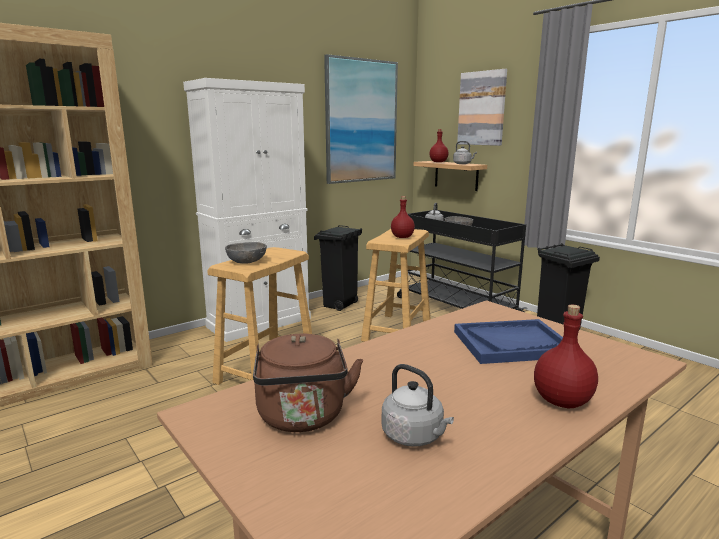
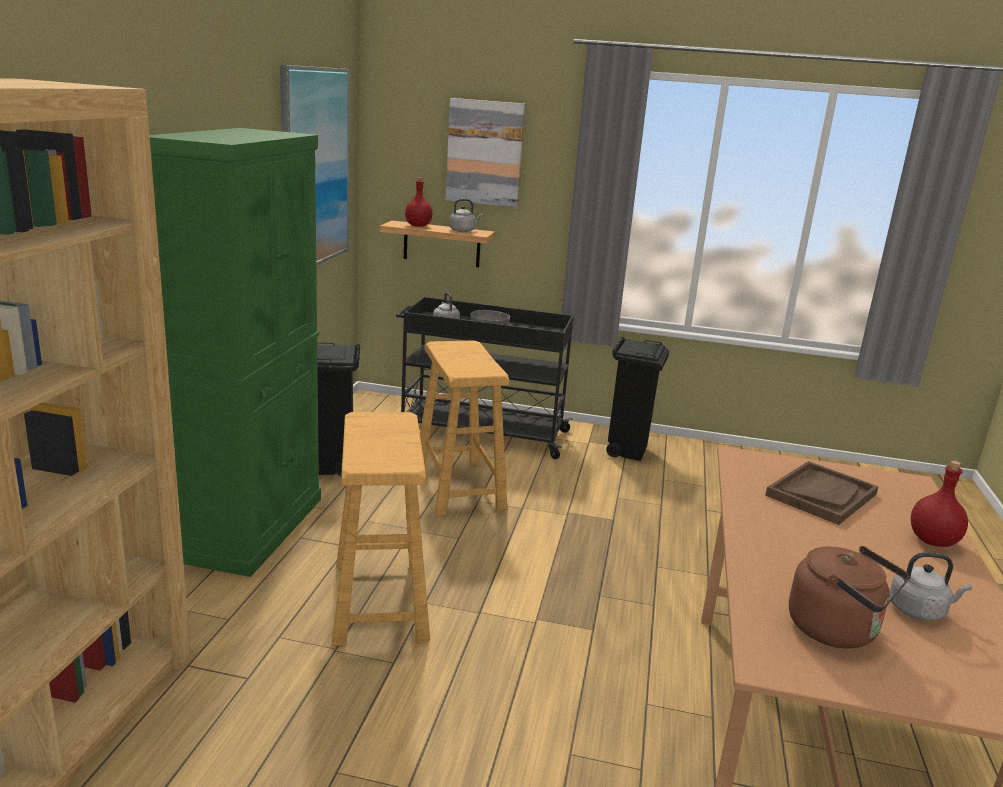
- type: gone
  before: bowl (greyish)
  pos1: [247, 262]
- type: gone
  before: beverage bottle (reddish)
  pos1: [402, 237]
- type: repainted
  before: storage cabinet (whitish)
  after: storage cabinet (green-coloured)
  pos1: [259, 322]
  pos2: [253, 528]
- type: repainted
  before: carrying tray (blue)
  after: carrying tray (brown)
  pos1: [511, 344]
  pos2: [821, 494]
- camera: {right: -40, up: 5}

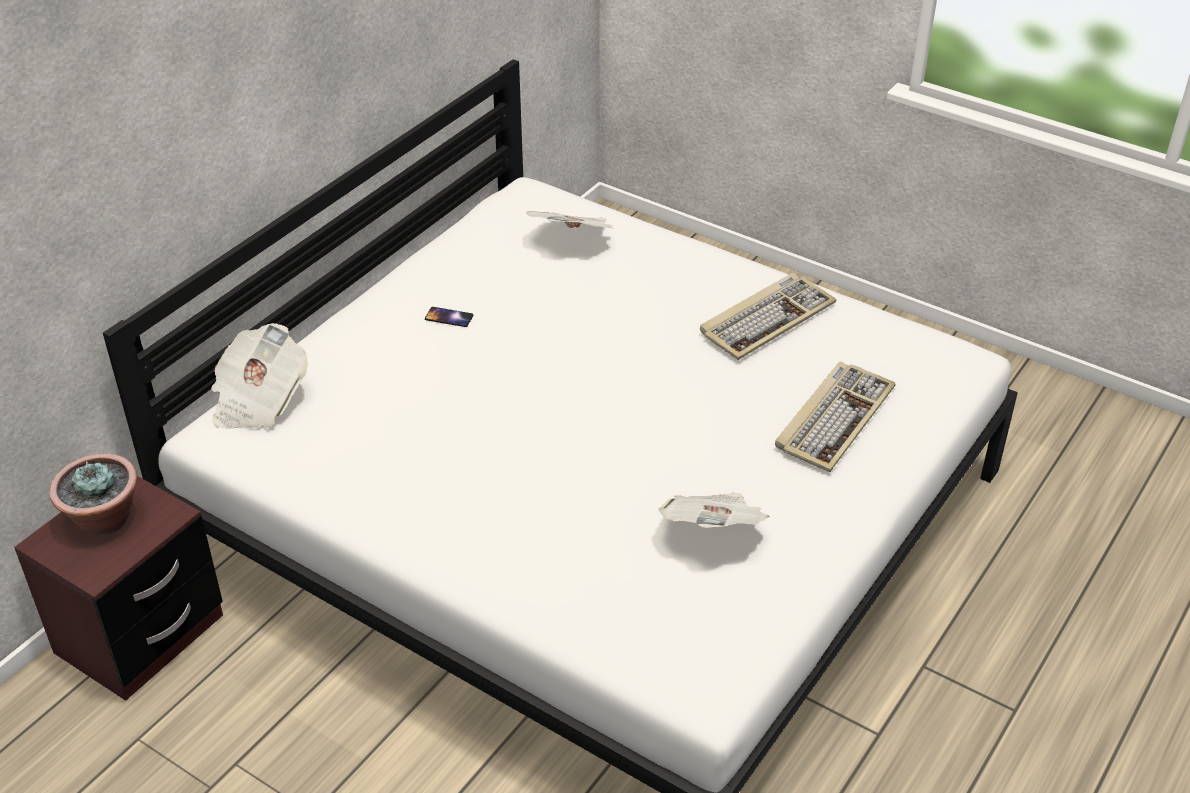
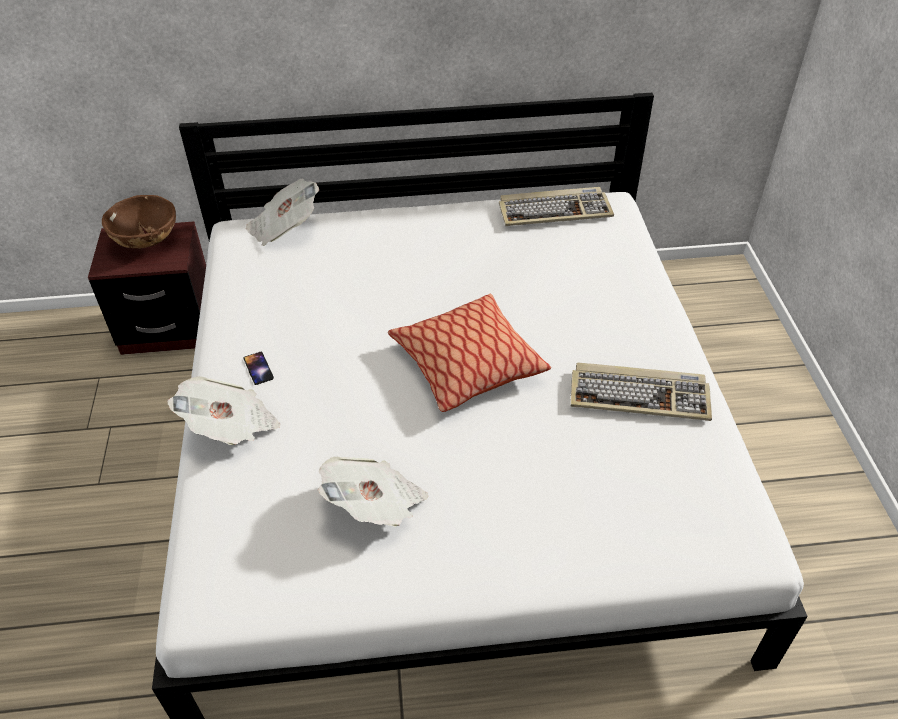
- type: new
  after: throw pillow
  pos2: [467, 363]
- type: shifted
  before: handset
  pos1: [449, 317]
  pos2: [258, 368]
- type: shifted
  before: newspaper
  pos1: [574, 239]
  pos2: [231, 427]
- type: shifted
  before: computer keyboard
  pos1: [834, 418]
  pos2: [555, 210]
- type: swapped
  before: houseplant
  after: bowl (brown)
  pos1: [104, 520]
  pos2: [147, 242]
- camera: {right: 50, up: 5}

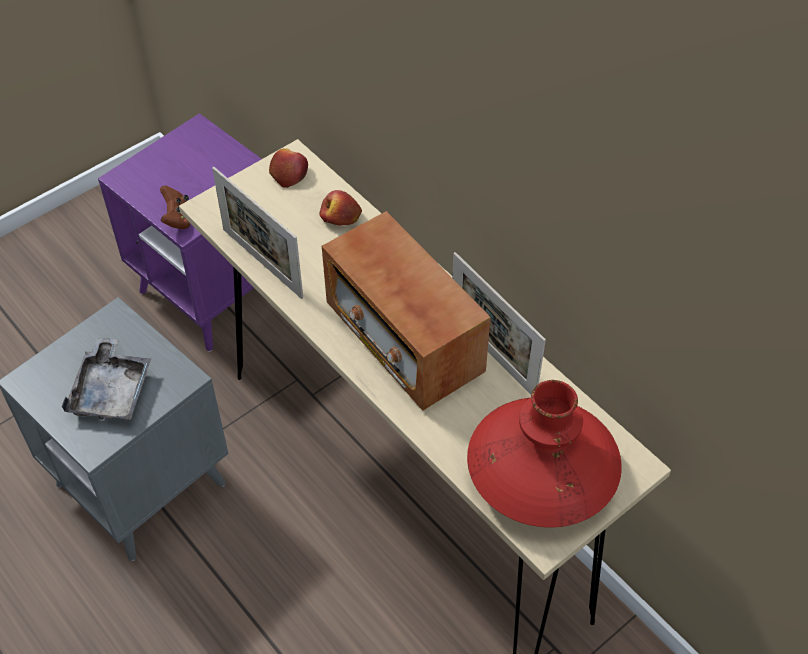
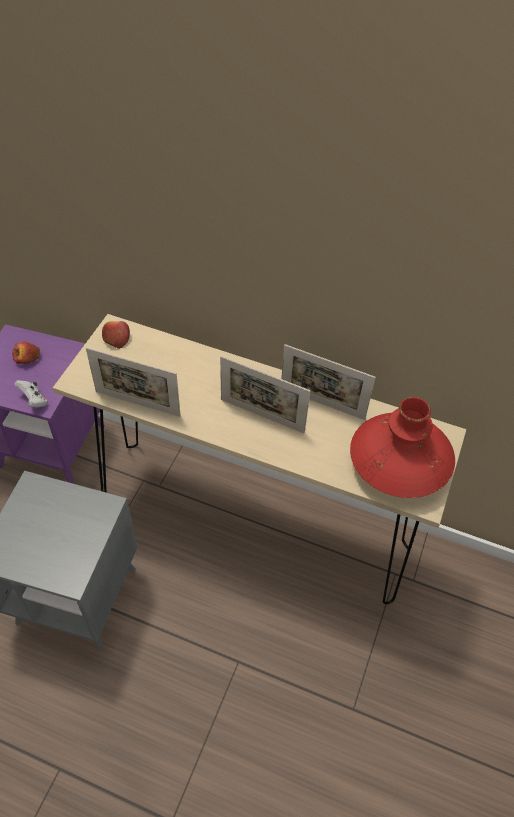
- type: gone
  before: carrying tray (greyish)
  pos1: [112, 391]
- type: shifted
  before: whole apple
  pos1: [340, 217]
  pos2: [27, 358]
- type: swapped
  before: radio receiver
  after: standing frame
  pos1: [403, 339]
  pos2: [262, 416]
- type: repainted
  before: joypad (brown)
  after: joypad (whitish)
  pos1: [177, 218]
  pos2: [34, 400]
- camera: {right: -30, up: 0}

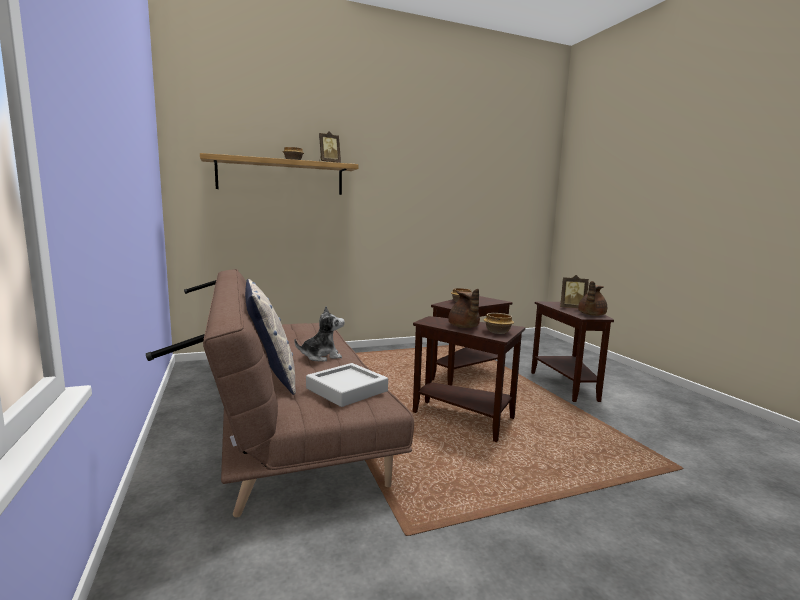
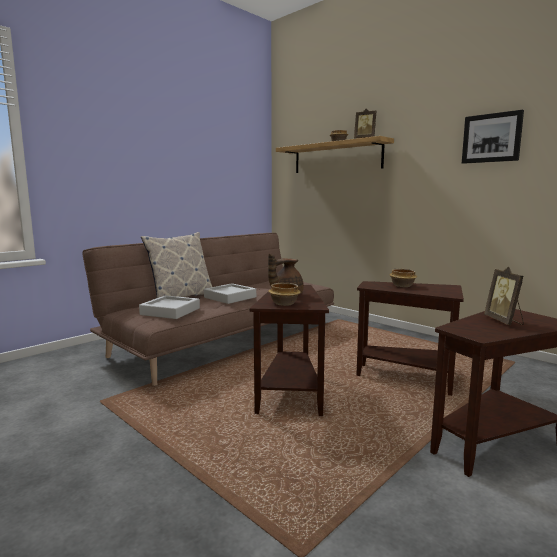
- type: gone
  before: teapot (brown)
  pos1: [591, 314]
- type: new
  after: wall art
  pos2: [491, 138]
- type: swapped
  before: plush toy
  after: carrying tray (greyish)
  pos1: [321, 356]
  pos2: [230, 297]
- camera: {right: 65, up: 0}

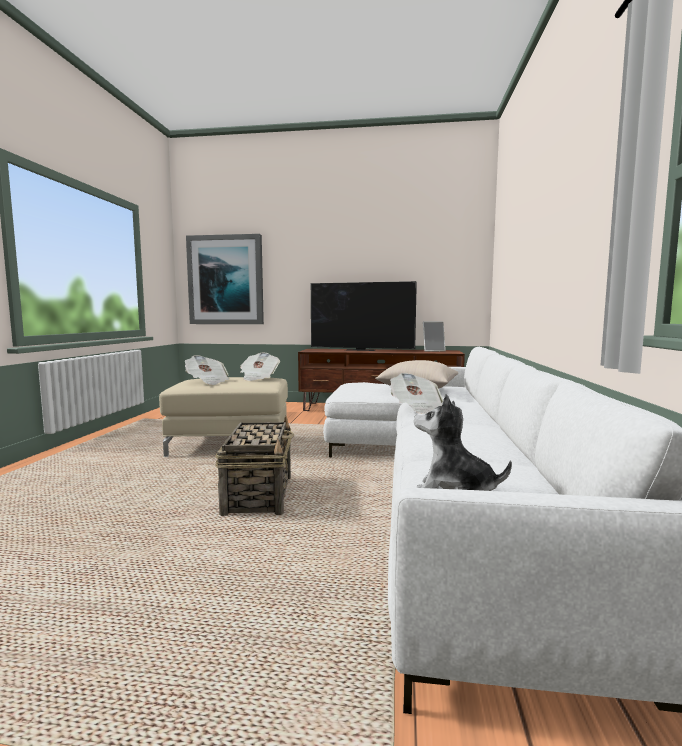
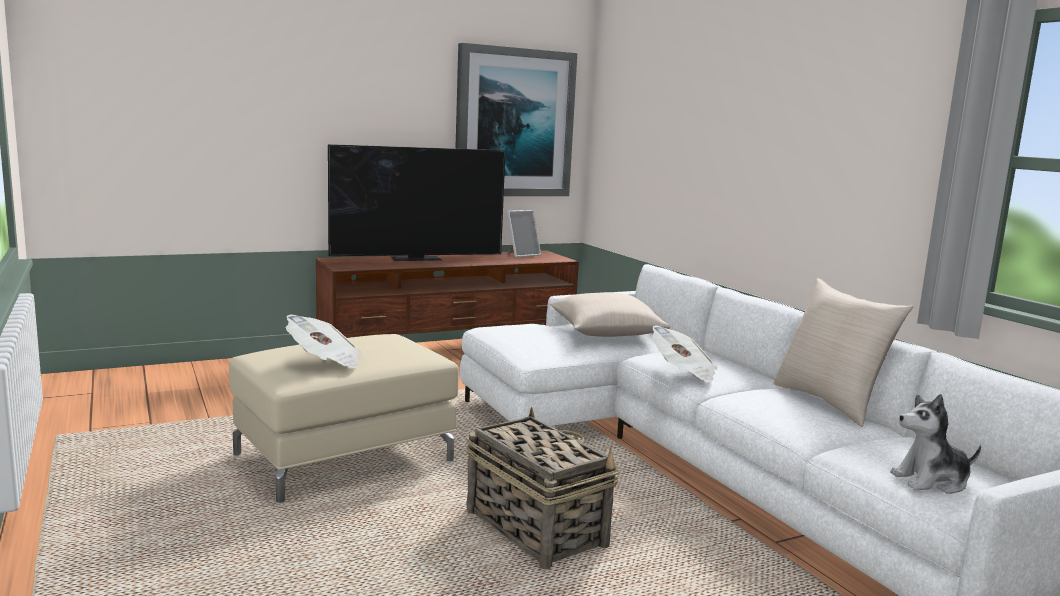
- type: gone
  before: newspaper
  pos1: [258, 377]
- type: new
  after: throw pillow (beige)
  pos2: [830, 402]
- type: shifted
  before: wall art
  pos1: [226, 280]
  pos2: [514, 123]
- camera: {right: -35, up: 5}

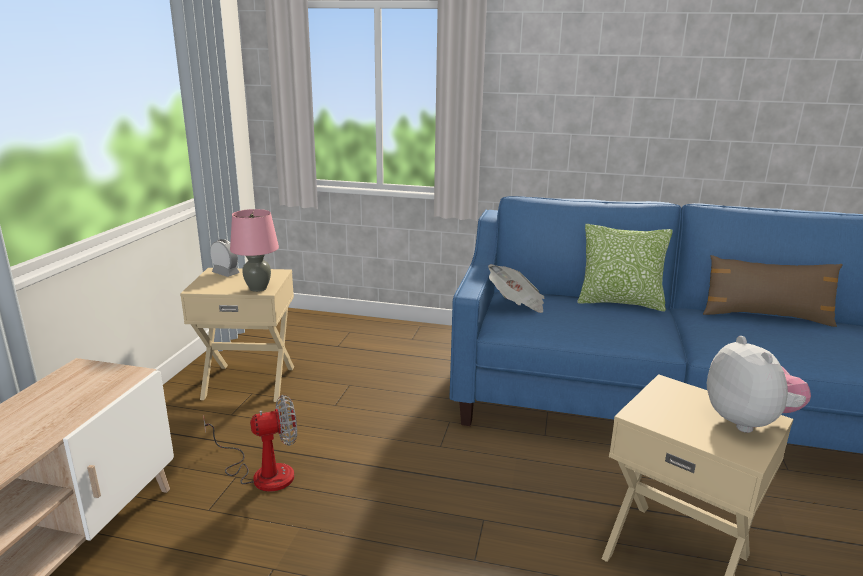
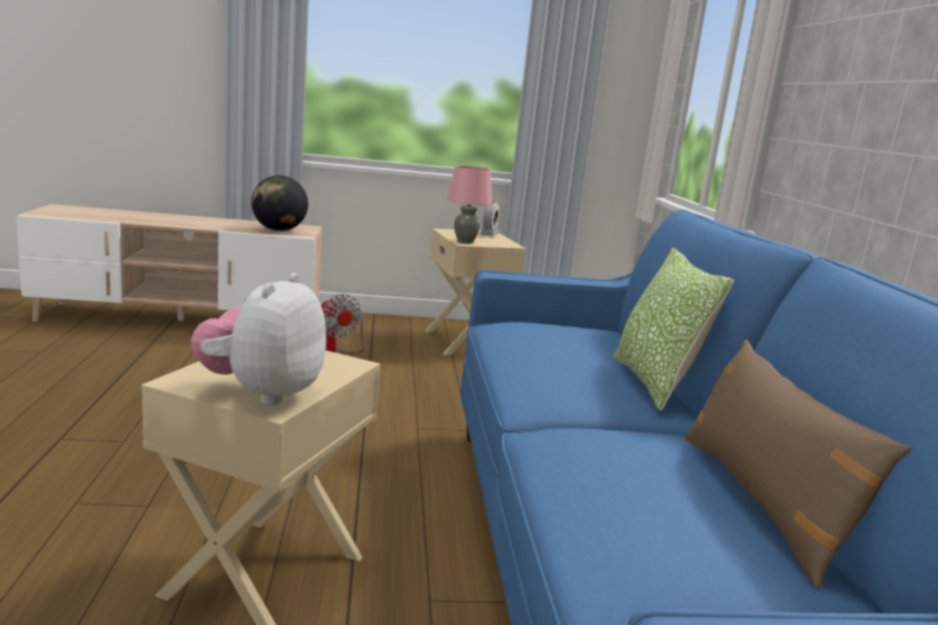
- type: gone
  before: newspaper
  pos1: [516, 303]
- type: new
  after: globe
  pos2: [279, 230]
- type: rotated
  before: plush toy
  pos1: [748, 422]
  pos2: [262, 393]
  turn: 135
- camera: {right: 70, up: -5}

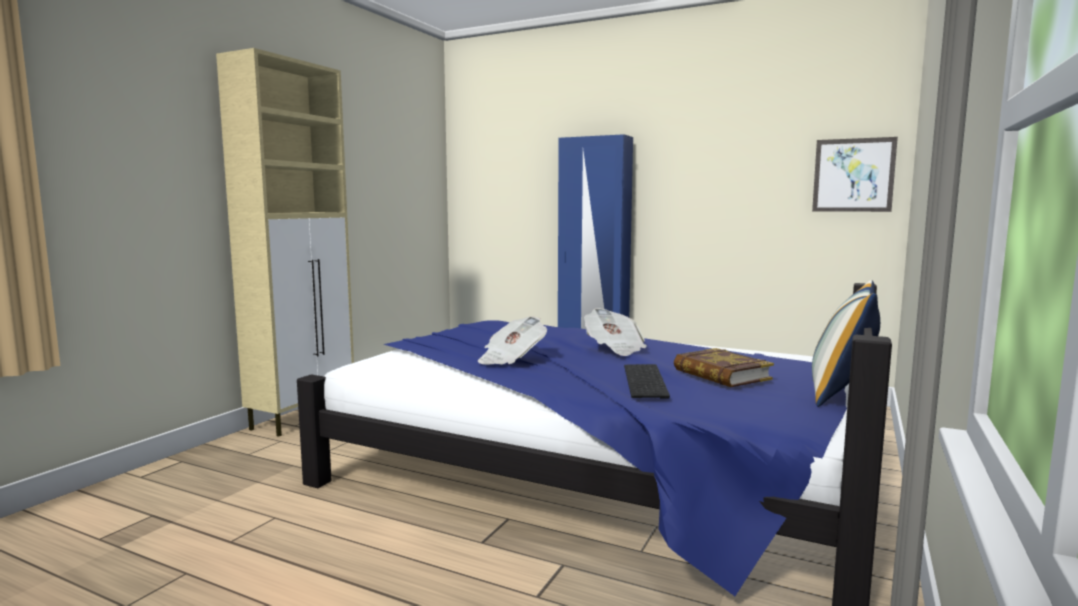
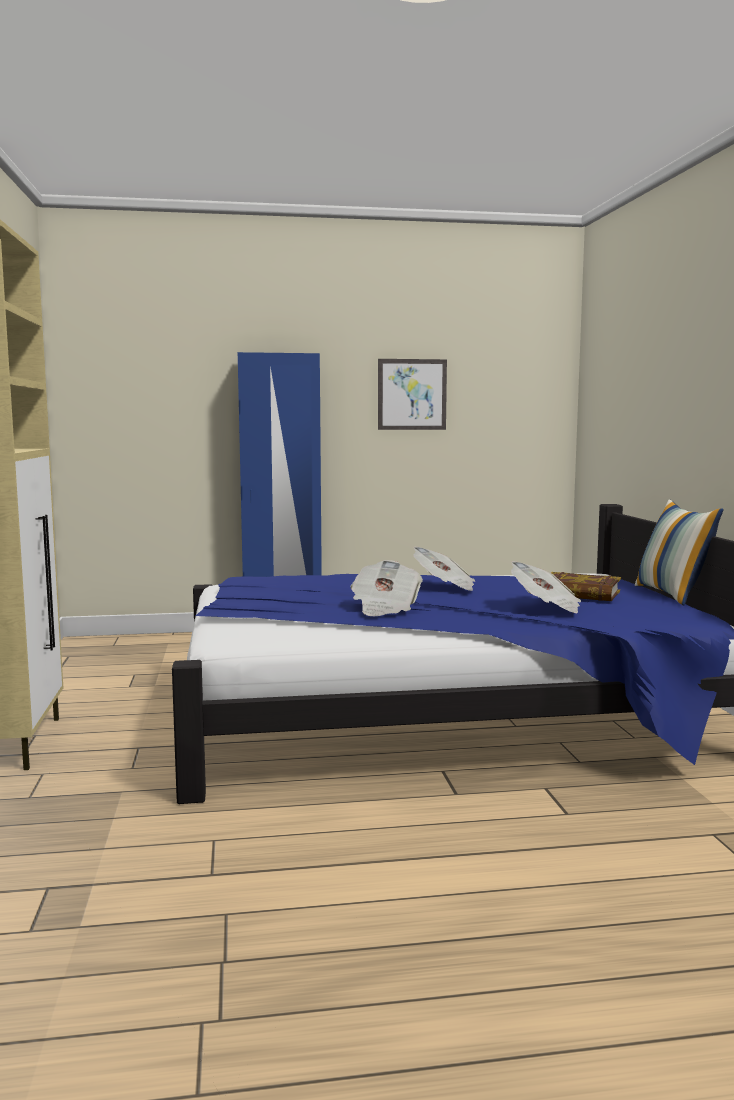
- type: shifted
  before: wall art
  pos1: [853, 175]
  pos2: [412, 394]
- type: swapped
  before: computer keyboard
  after: newspaper
  pos1: [647, 381]
  pos2: [546, 606]
- camera: {right: -35, up: 0}

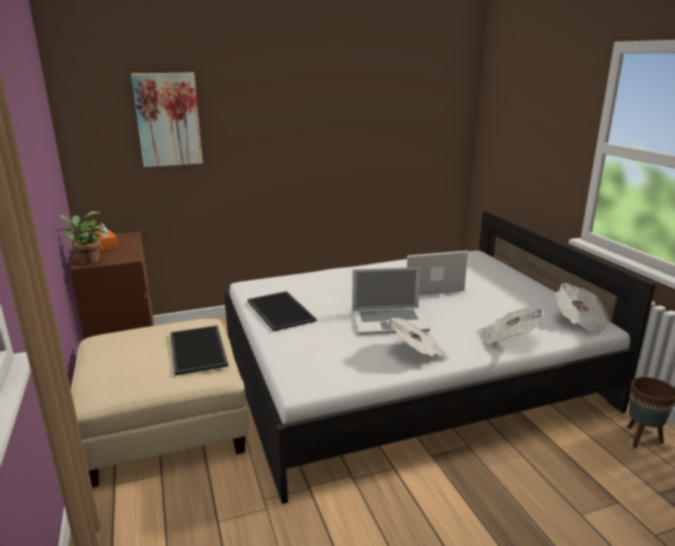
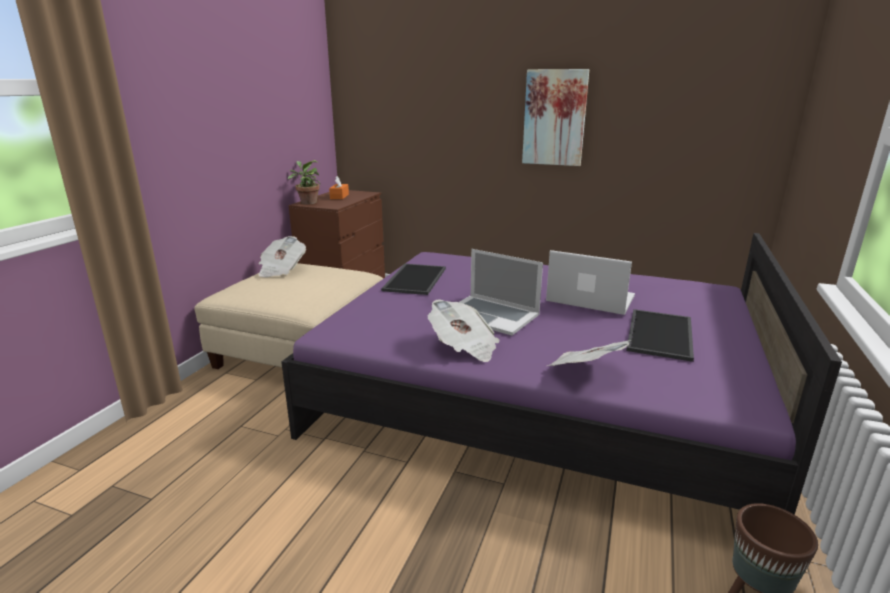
- type: shifted
  before: wall art
  pos1: [168, 120]
  pos2: [554, 118]
- type: shifted
  before: carrying tray
  pos1: [199, 349]
  pos2: [661, 335]
- type: shifted
  before: newspaper
  pos1: [580, 323]
  pos2: [281, 270]
- type: repainted
  before: bed (whitish)
  after: bed (purple-coloured)
  pos1: [406, 375]
  pos2: [537, 396]
- camera: {right: 40, up: 0}

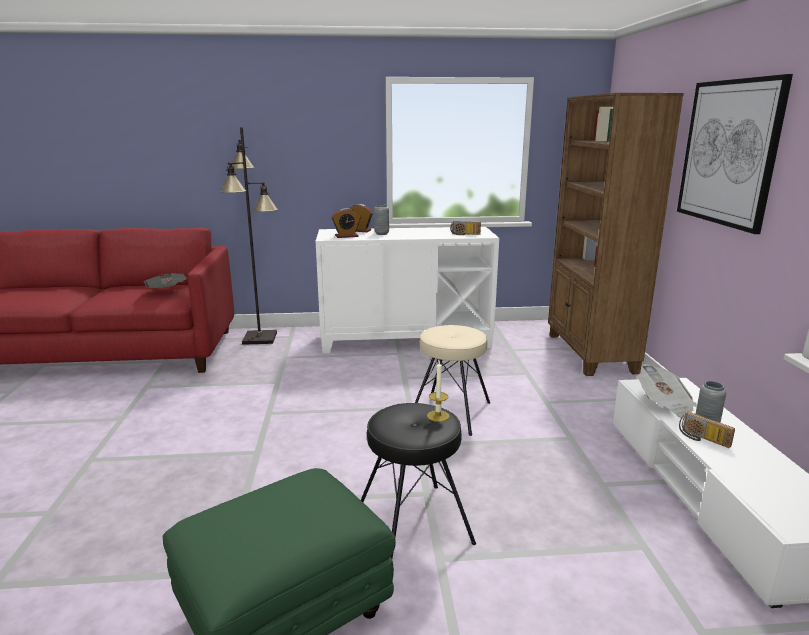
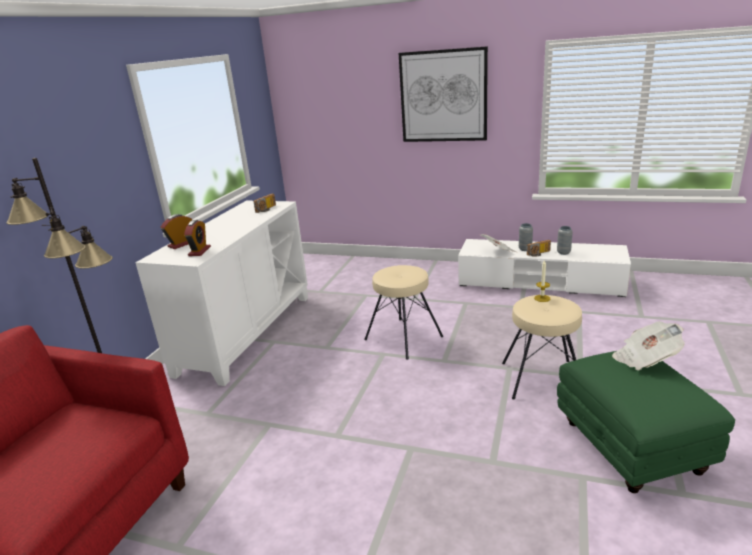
- type: gone
  before: bookcase (brown)
  pos1: [590, 353]
- type: shifted
  before: newspaper
  pos1: [167, 292]
  pos2: [645, 359]
- type: shifted
  before: flower vase (greyish)
  pos1: [381, 234]
  pos2: [563, 252]
- type: repainted
  before: stool (black-coloured)
  after: stool (beige)
  pos1: [413, 523]
  pos2: [542, 379]
- camera: {right: -65, up: 5}

